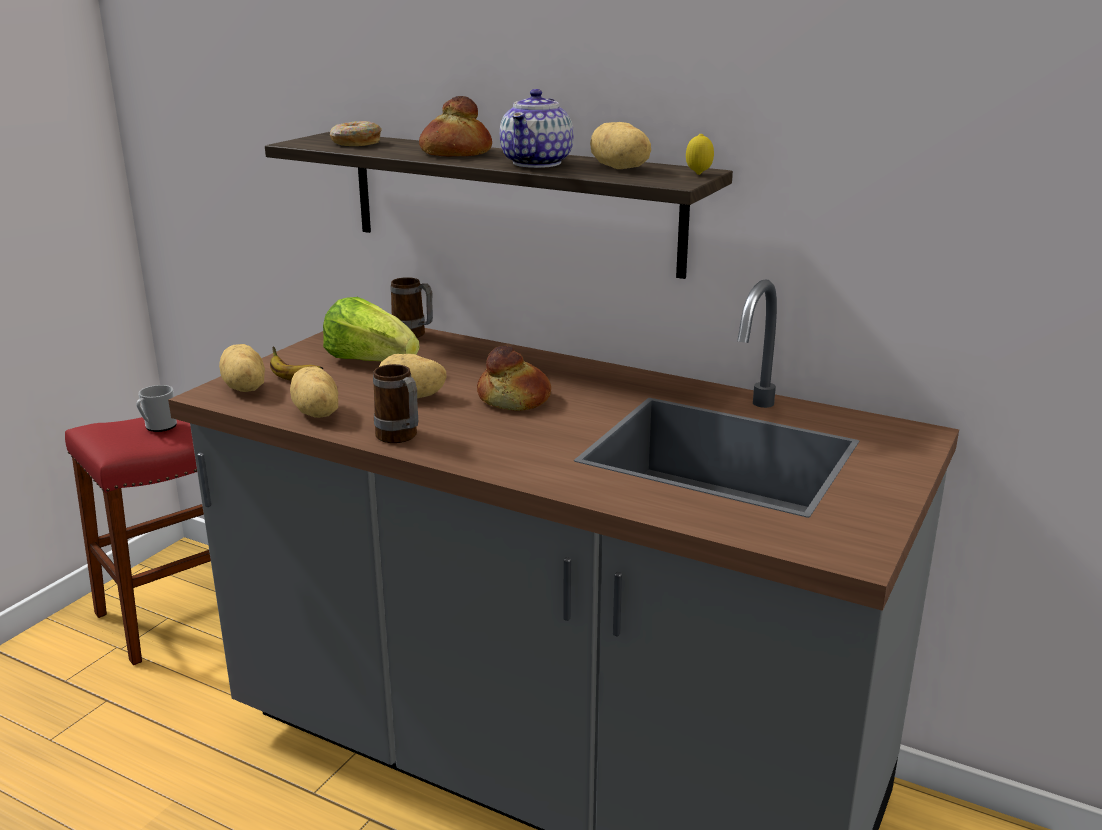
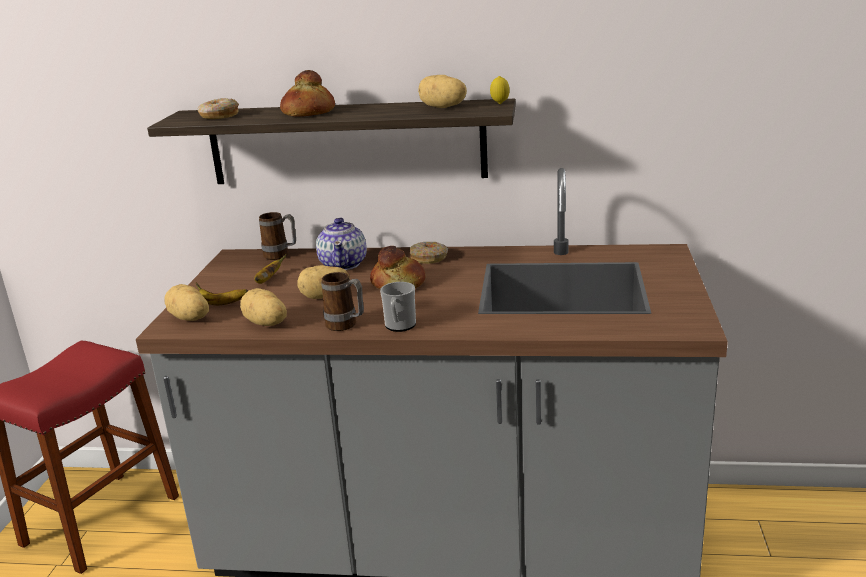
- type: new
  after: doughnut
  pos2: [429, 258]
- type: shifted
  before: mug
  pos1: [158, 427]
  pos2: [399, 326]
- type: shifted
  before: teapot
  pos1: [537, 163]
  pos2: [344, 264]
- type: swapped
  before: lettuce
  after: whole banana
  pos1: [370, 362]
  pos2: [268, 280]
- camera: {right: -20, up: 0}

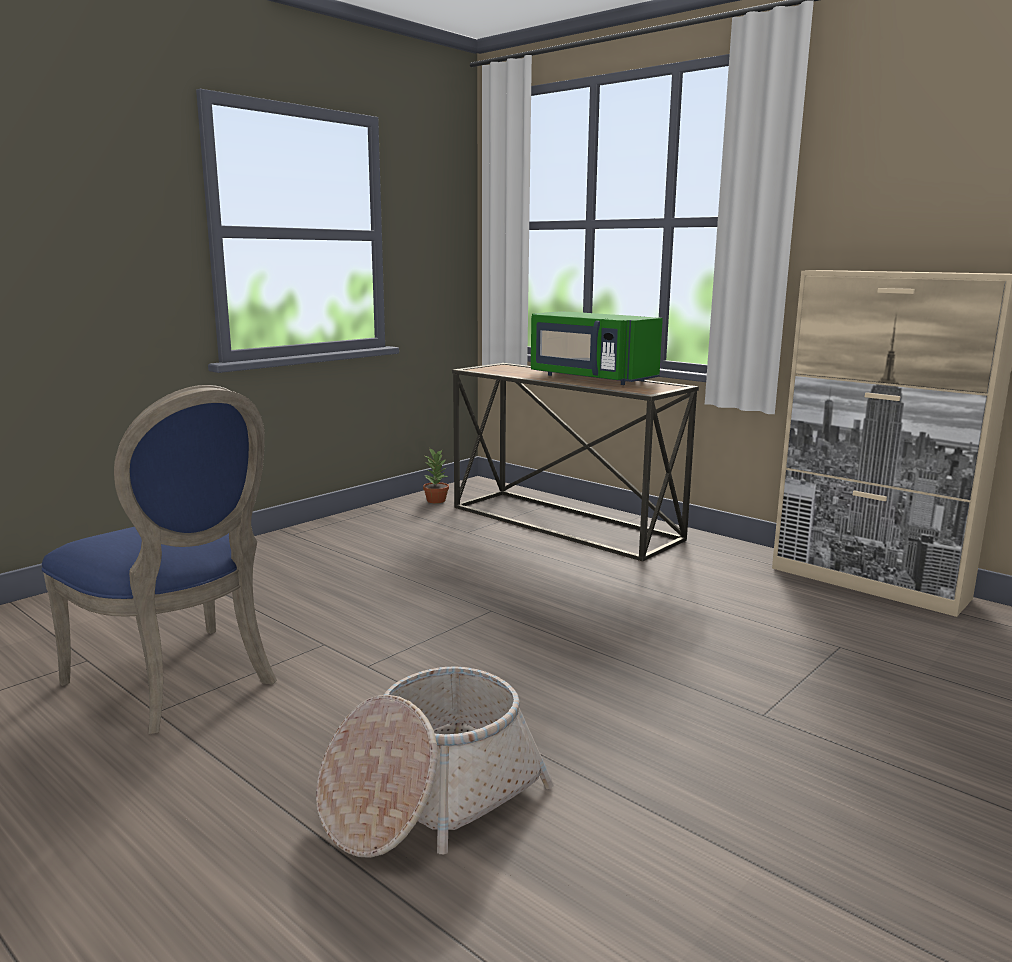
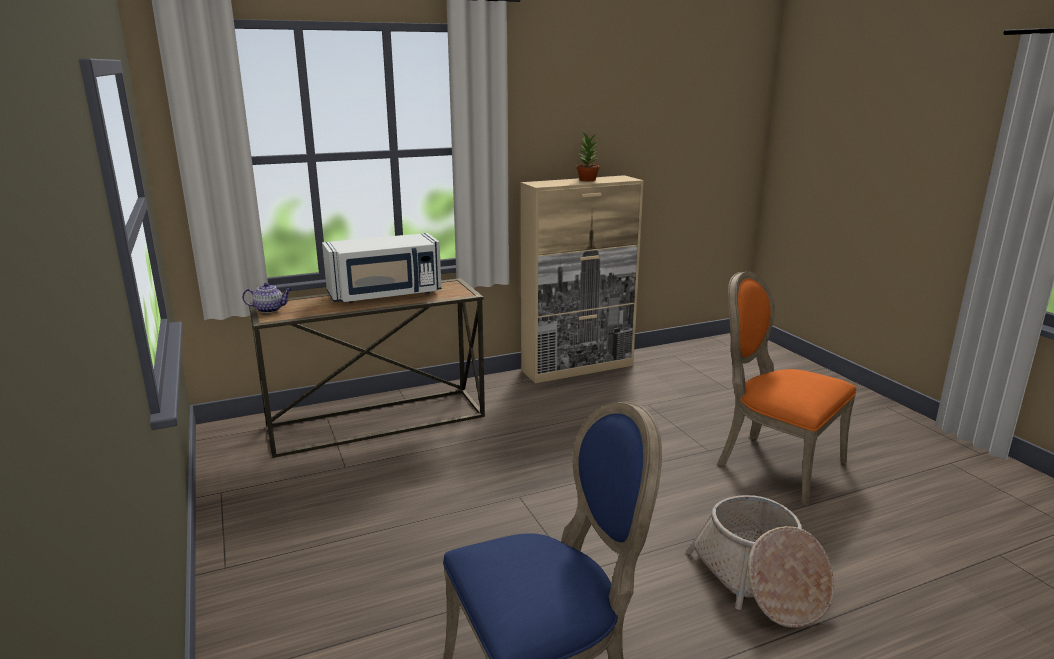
- type: new
  after: teapot
  pos2: [270, 309]
- type: new
  after: plain chair (orange)
  pos2: [774, 463]
- type: shifted
  before: houseplant
  pos1: [436, 500]
  pos2: [587, 180]
- type: repainted
  before: kitchen microwave (green-coloured)
  after: kitchen microwave (whitish)
  pos1: [590, 378]
  pos2: [385, 295]
- camera: {right: -65, up: 5}

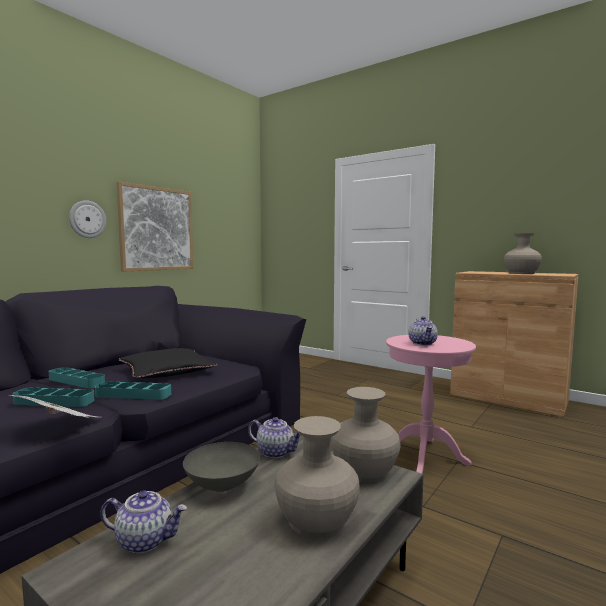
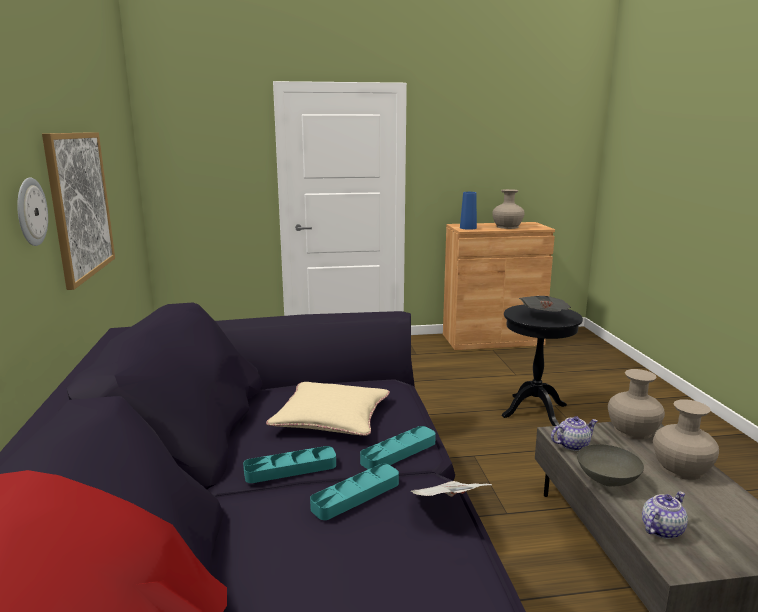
- type: new
  after: flower vase (blue)
  pos2: [468, 228]
- type: swapped
  before: teapot
  after: newspaper
  pos1: [423, 343]
  pos2: [544, 317]
- type: repainted
  before: throw pillow (black-coloured)
  after: throw pillow (beige)
  pos1: [167, 371]
  pos2: [331, 417]
- type: repainted
  before: accent table (pink-coloured)
  after: accent table (black-coloured)
  pos1: [425, 456]
  pos2: [534, 411]
- camera: {right: -45, up: 10}

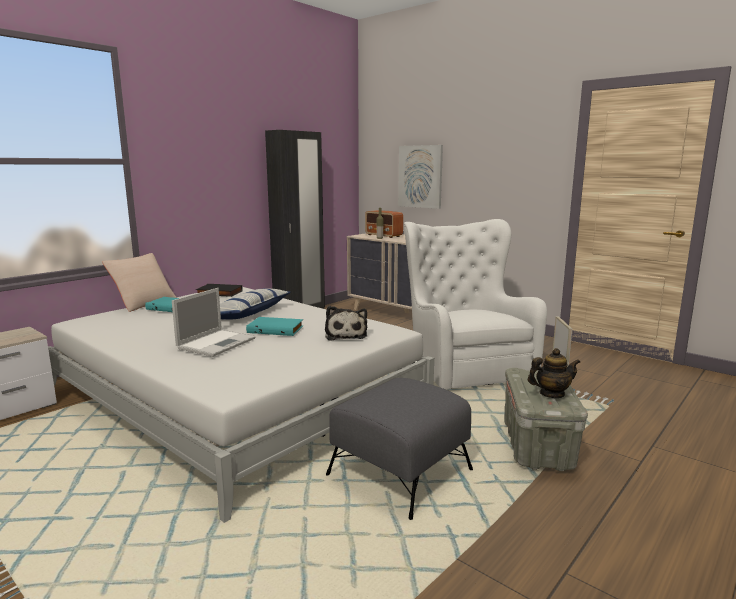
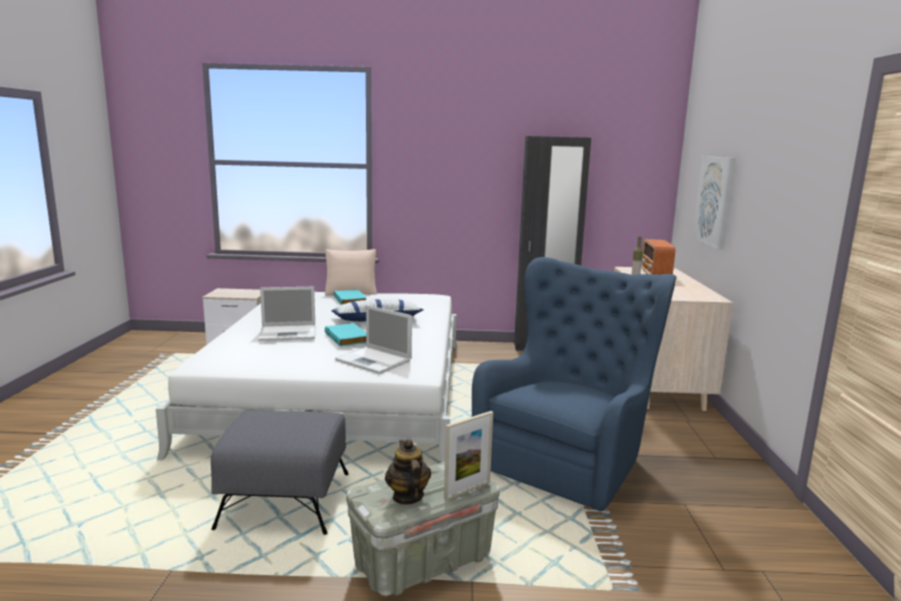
- type: gone
  before: bound book (black-coloured)
  pos1: [219, 293]
- type: swapped
  before: plush toy
  after: portable computer
  pos1: [345, 335]
  pos2: [374, 361]
- type: repainted
  before: lounge chair (whitish)
  after: lounge chair (blue)
  pos1: [463, 365]
  pos2: [568, 458]
- type: rotated
  before: teapot
  pos1: [551, 394]
  pos2: [407, 496]
  turn: -150
- camera: {right: 50, up: 0}

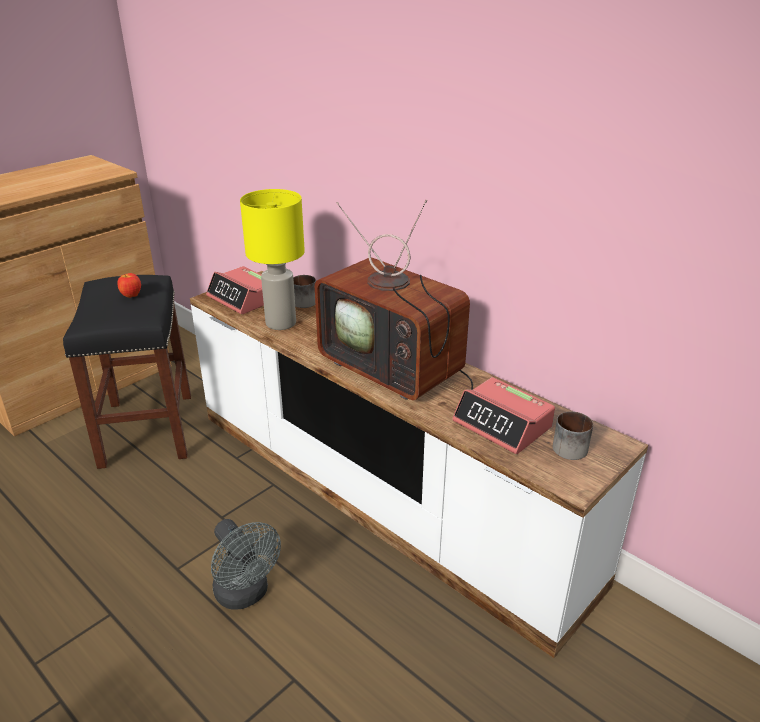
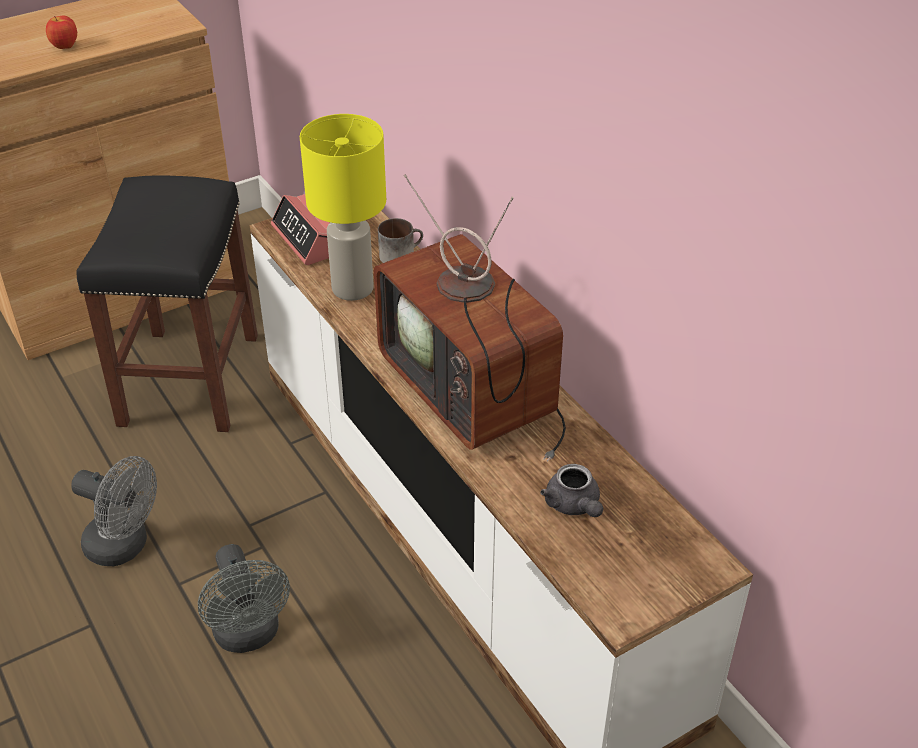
- type: gone
  before: mug
  pos1: [571, 446]
- type: new
  after: electric fan (greyish)
  pos2: [125, 546]
- type: shifted
  before: whole apple
  pos1: [131, 296]
  pos2: [65, 47]
- type: swapped
  before: table clock
  after: teapot (greyish)
  pos1: [503, 425]
  pos2: [574, 506]
- camera: {right: 15, up: 10}

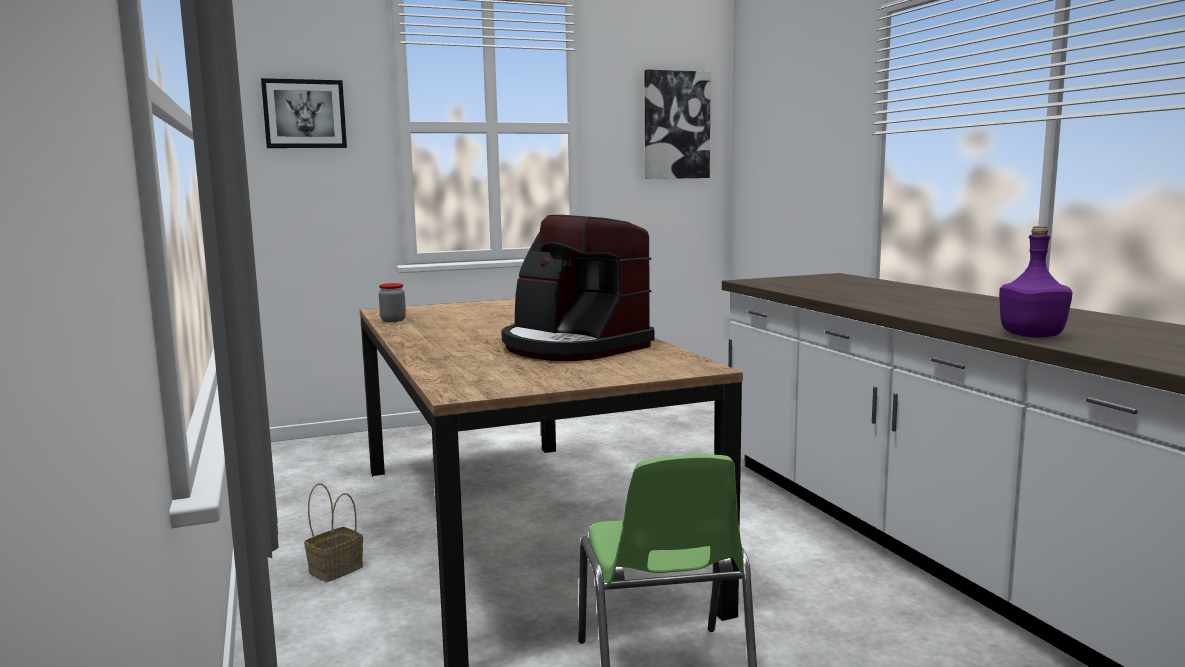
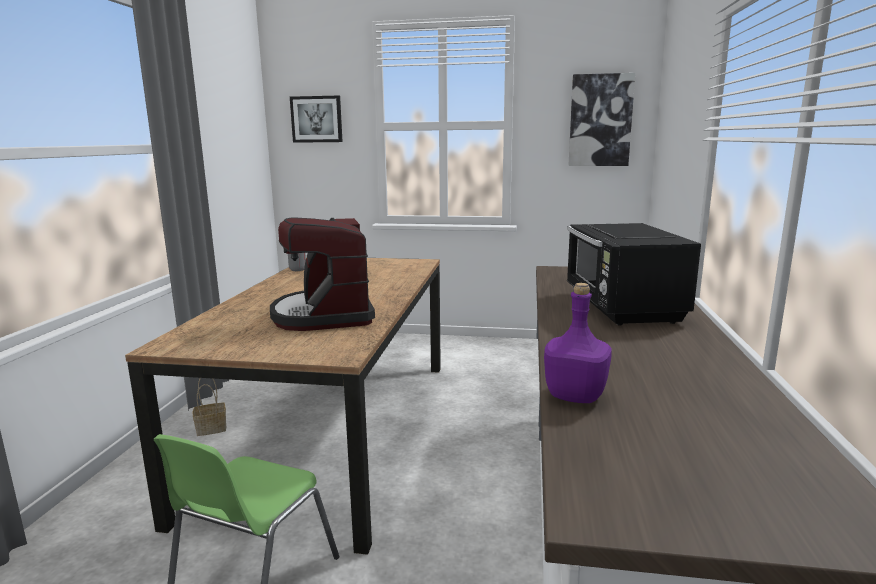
- type: new
  after: kitchen microwave (black-coloured)
  pos2: [622, 307]
- camera: {right: 30, up: 5}

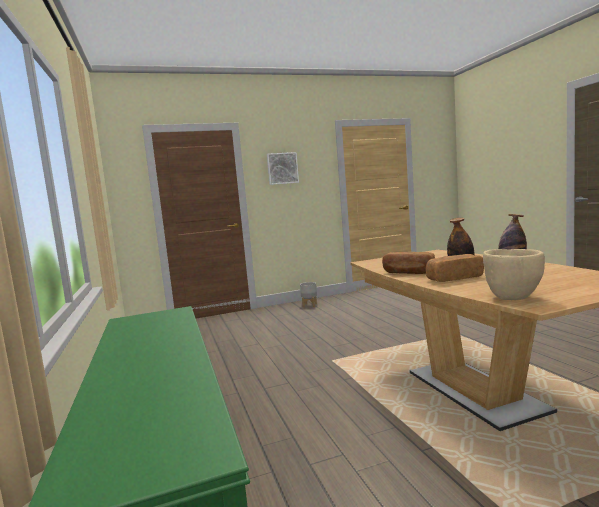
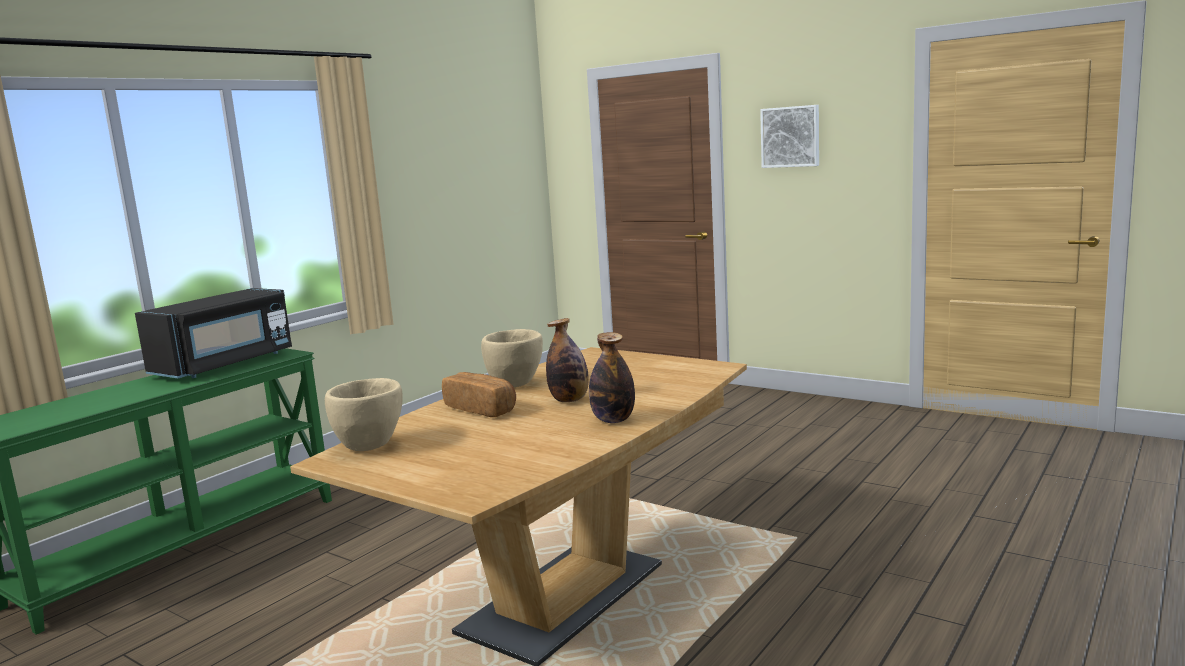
- type: gone
  before: planter (greyish)
  pos1: [309, 305]
- type: new
  after: kitchen microwave (black-coloured)
  pos2: [225, 364]
- type: swapped
  before: bakery bread
  after: bowl (beige)
  pos1: [408, 272]
  pos2: [515, 384]
- camera: {right: 55, up: 5}

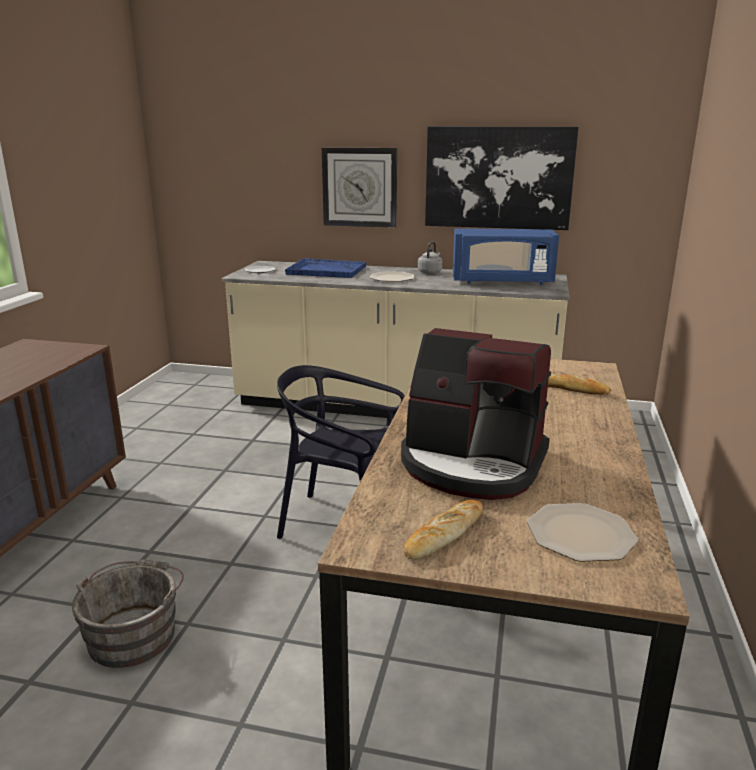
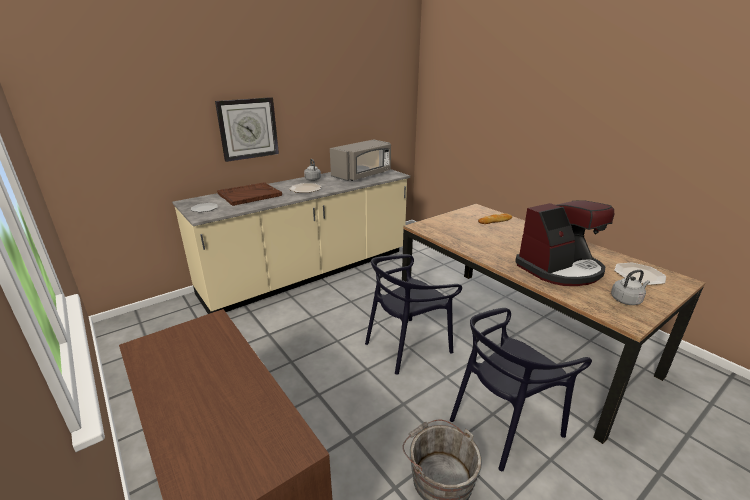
- type: gone
  before: wall art
  pos1: [498, 178]
- type: new
  after: plain chair (black-coloured)
  pos2: [504, 424]
- type: swapped
  before: bakery bread
  after: tea kettle (greyish)
  pos1: [444, 534]
  pos2: [627, 300]
- type: repainted
  before: carrying tray (blue)
  after: carrying tray (brown)
  pos1: [325, 270]
  pos2: [249, 195]
- type: repainted
  before: kitchen microwave (blue)
  after: kitchen microwave (greyish)
  pos1: [502, 281]
  pos2: [362, 175]
- camera: {right: -50, up: 5}

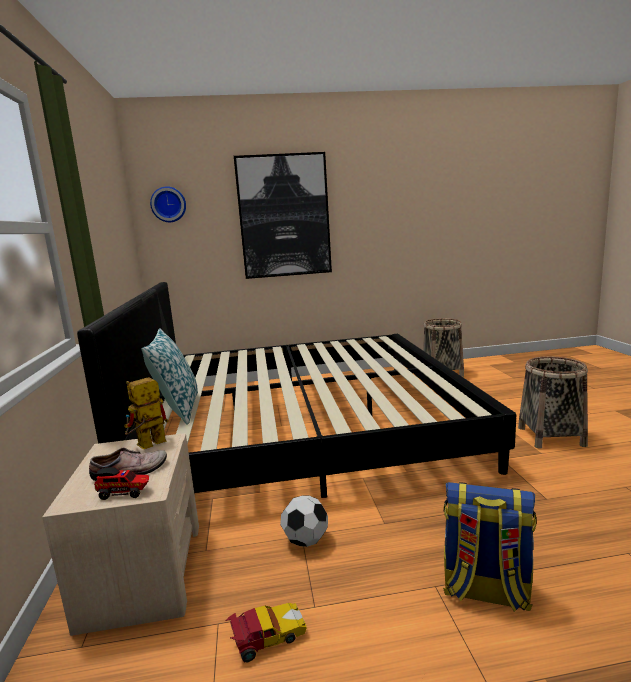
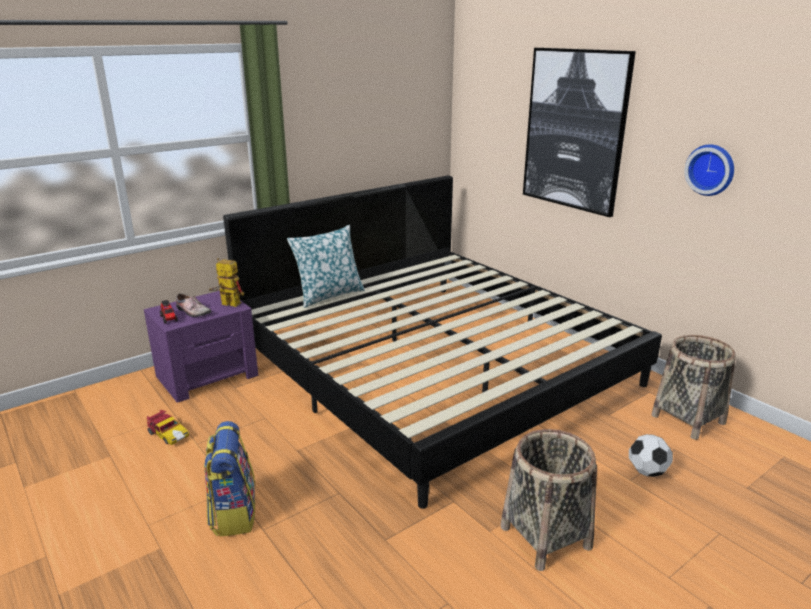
- type: shifted
  before: wall clock
  pos1: [168, 204]
  pos2: [711, 169]
- type: shifted
  before: football
  pos1: [306, 540]
  pos2: [647, 471]
- type: repainted
  before: night table (beige)
  after: night table (purple-coloured)
  pos1: [144, 571]
  pos2: [208, 375]
- camera: {right: 60, up: 10}

